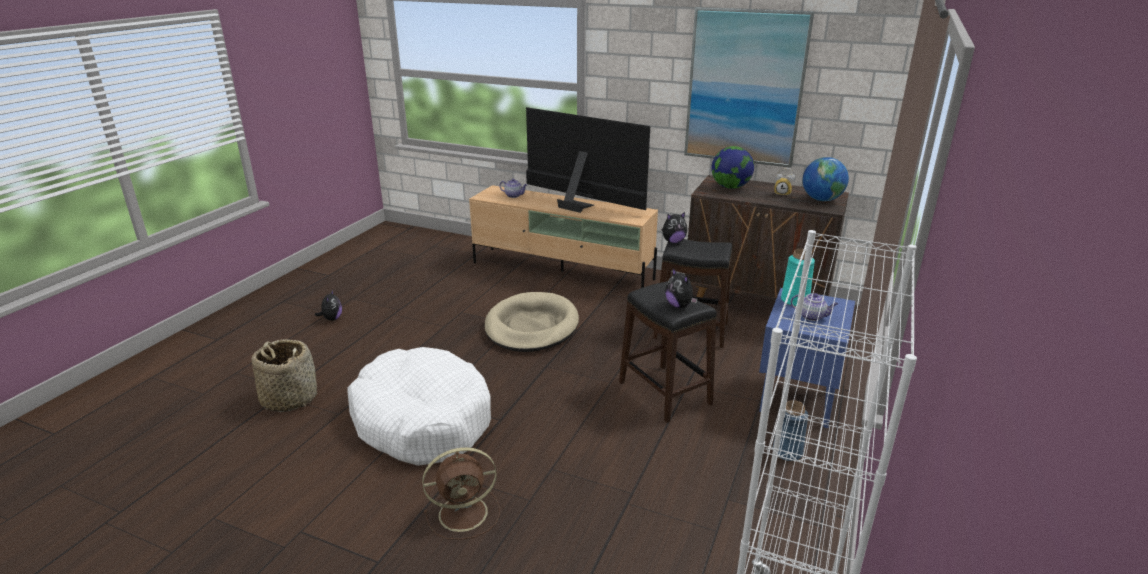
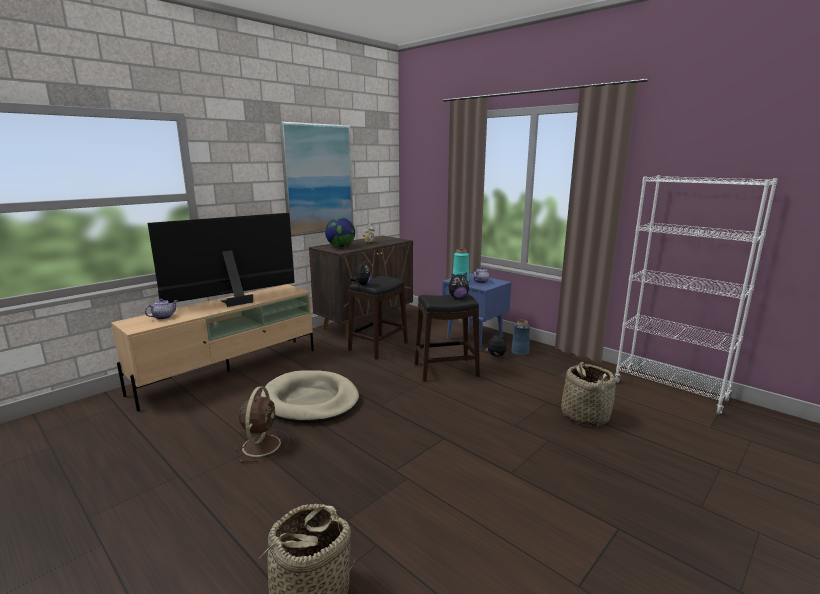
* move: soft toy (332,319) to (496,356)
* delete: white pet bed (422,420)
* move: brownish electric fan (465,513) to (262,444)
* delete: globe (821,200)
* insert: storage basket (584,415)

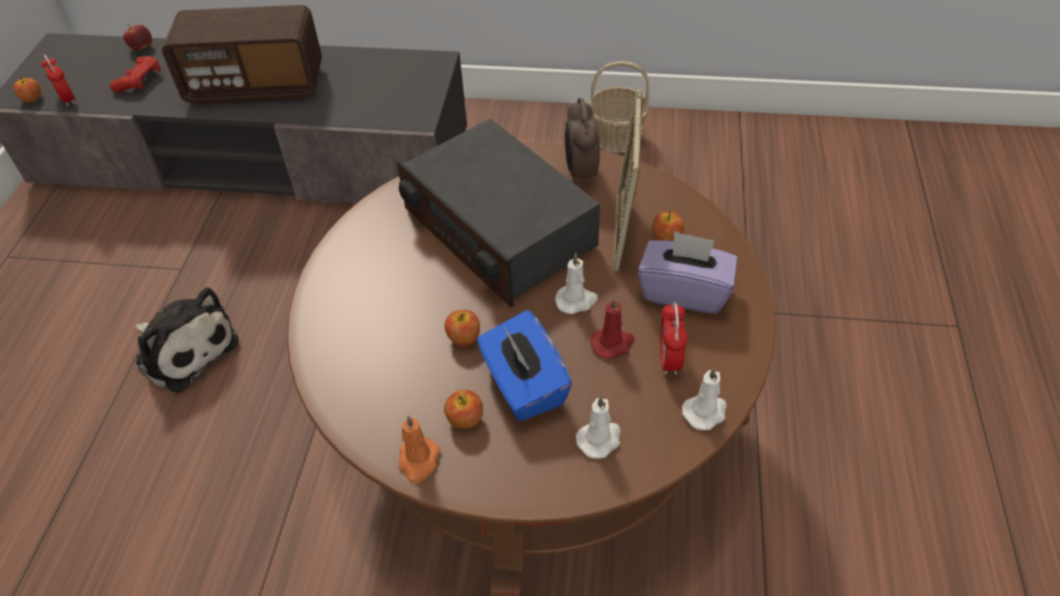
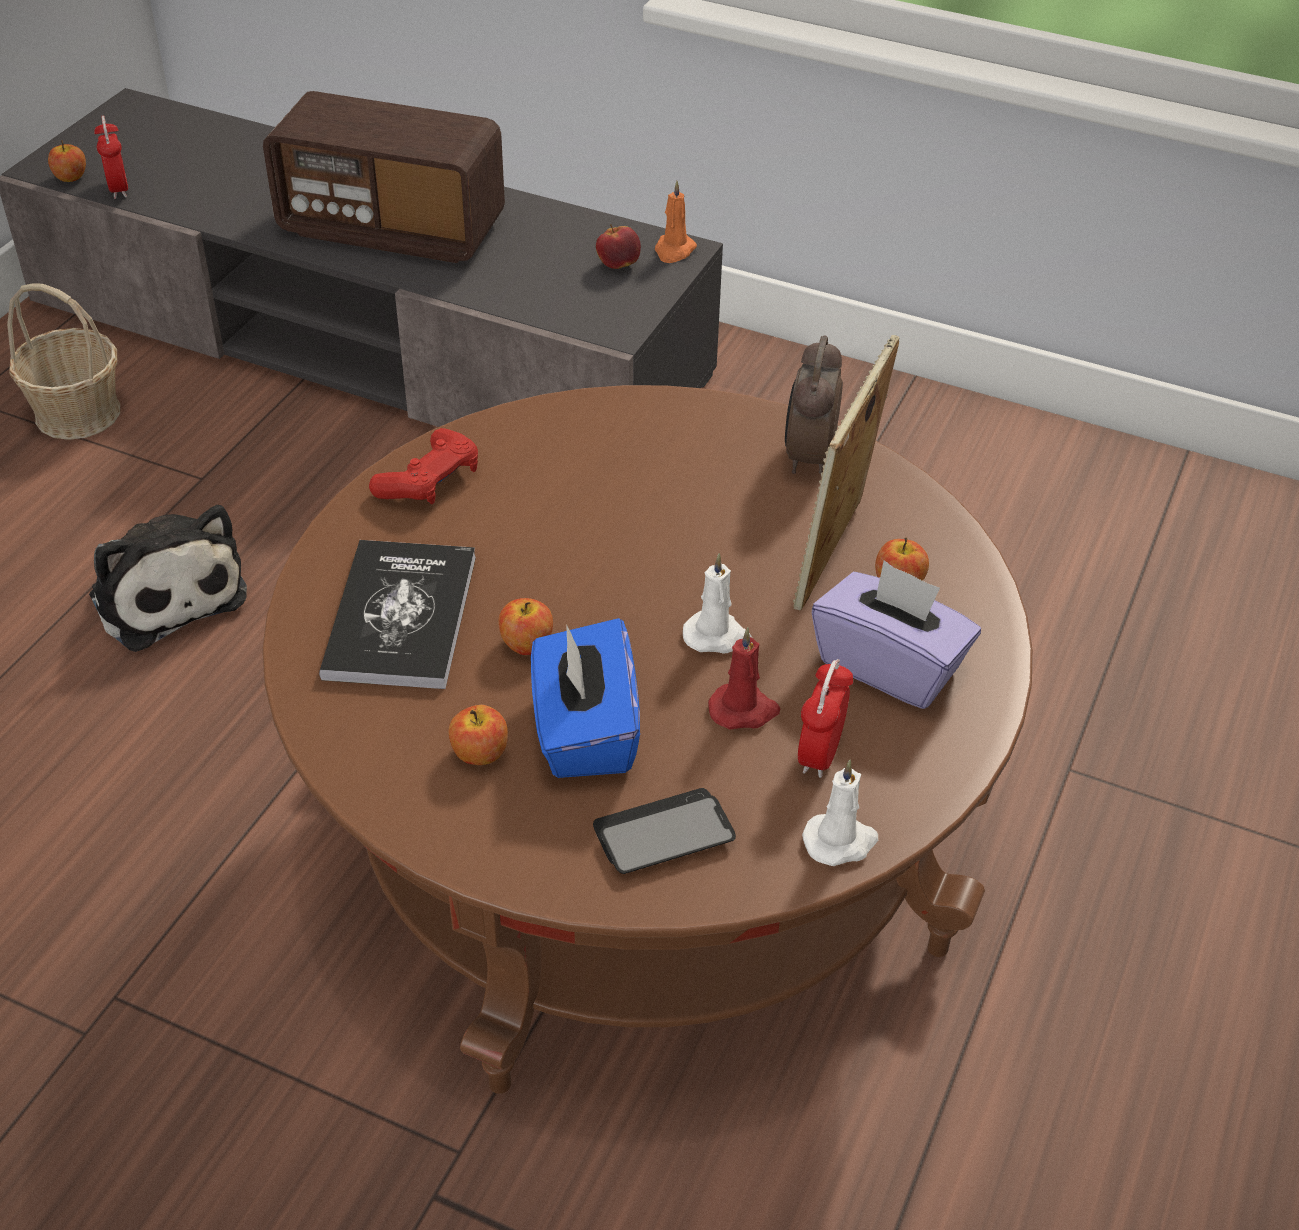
* move: red gamepad (140,81) to (429,481)
* move: apple fruit (142,48) to (618,265)
* delete: radio receiver (498,229)
* move: orangey wax candle (418,461) to (674,251)
* replace: white wax candle (600,439) to phone (663,833)
* move: storage basket (616,136) to (77,413)
* insert: volume (400,616)

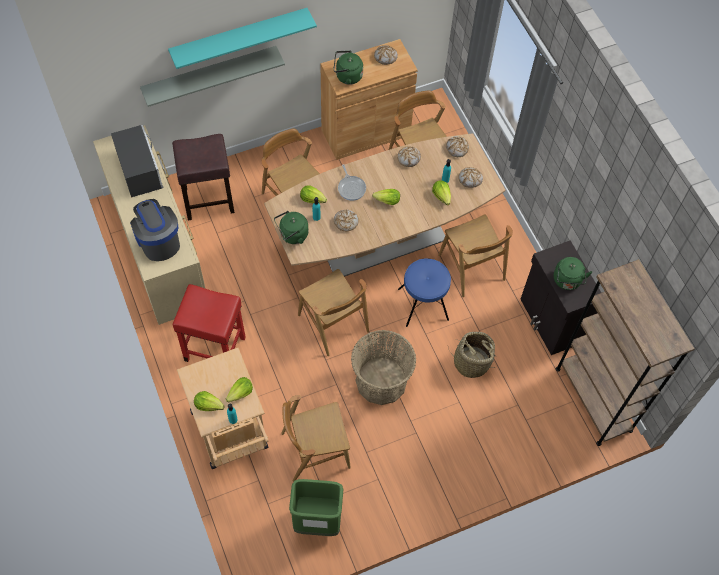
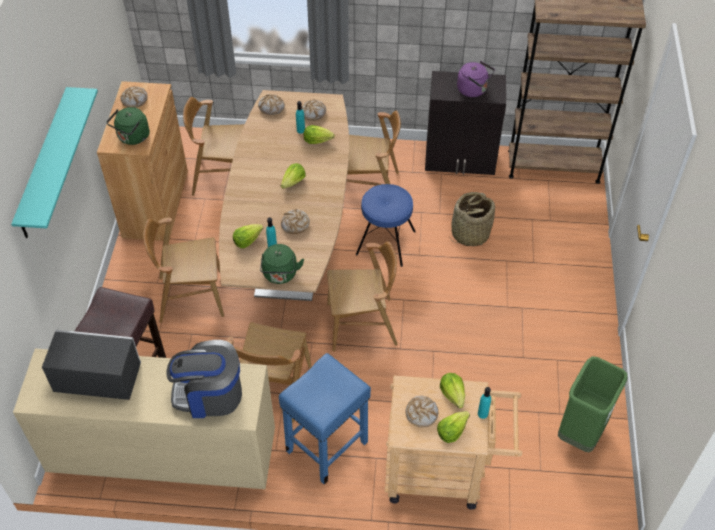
* delete: gray bracket shelf (210,74)
* recolor: red stool (216,349) to blue stool (327,445)
* move: brownish chair (315,450) to (272,388)
* delete: frying pan (351,188)
* delete: storage basket (381,380)
* move: baked bread (408,158) to (421,413)
* recolor: green-coloured kettle (567,281) to purplish kettle (473,90)

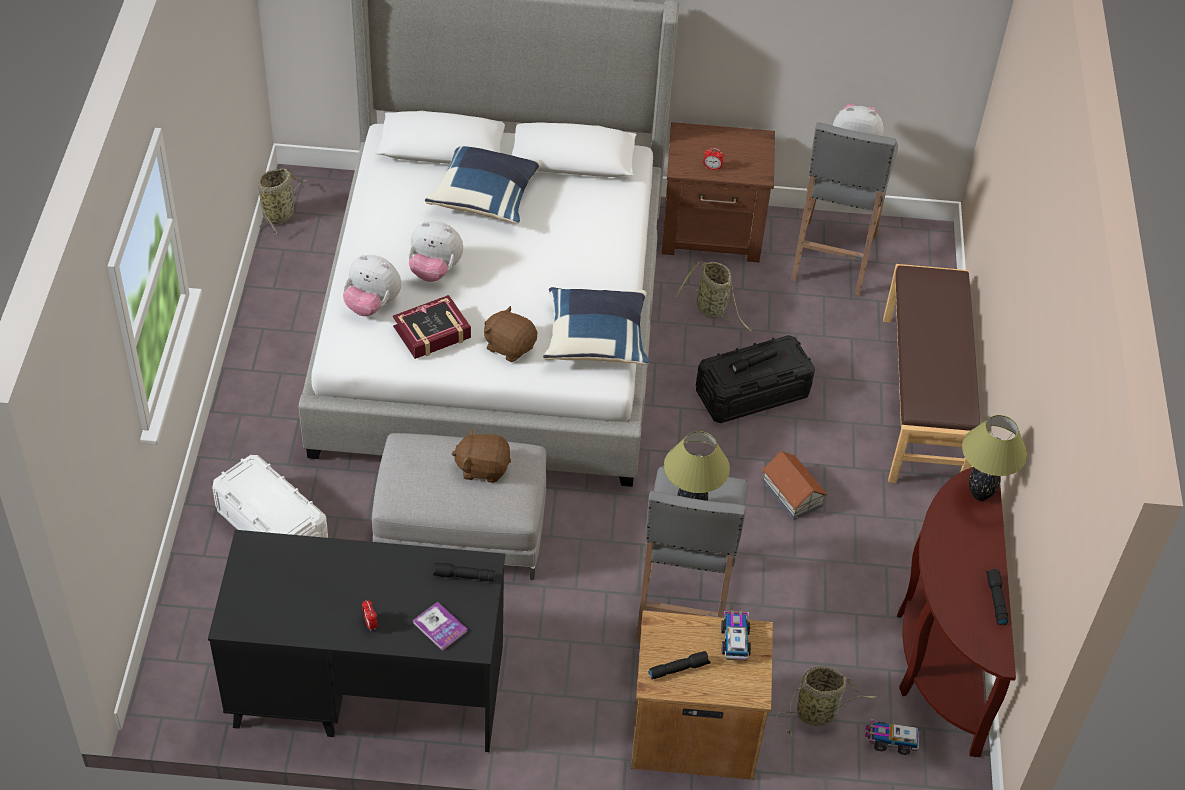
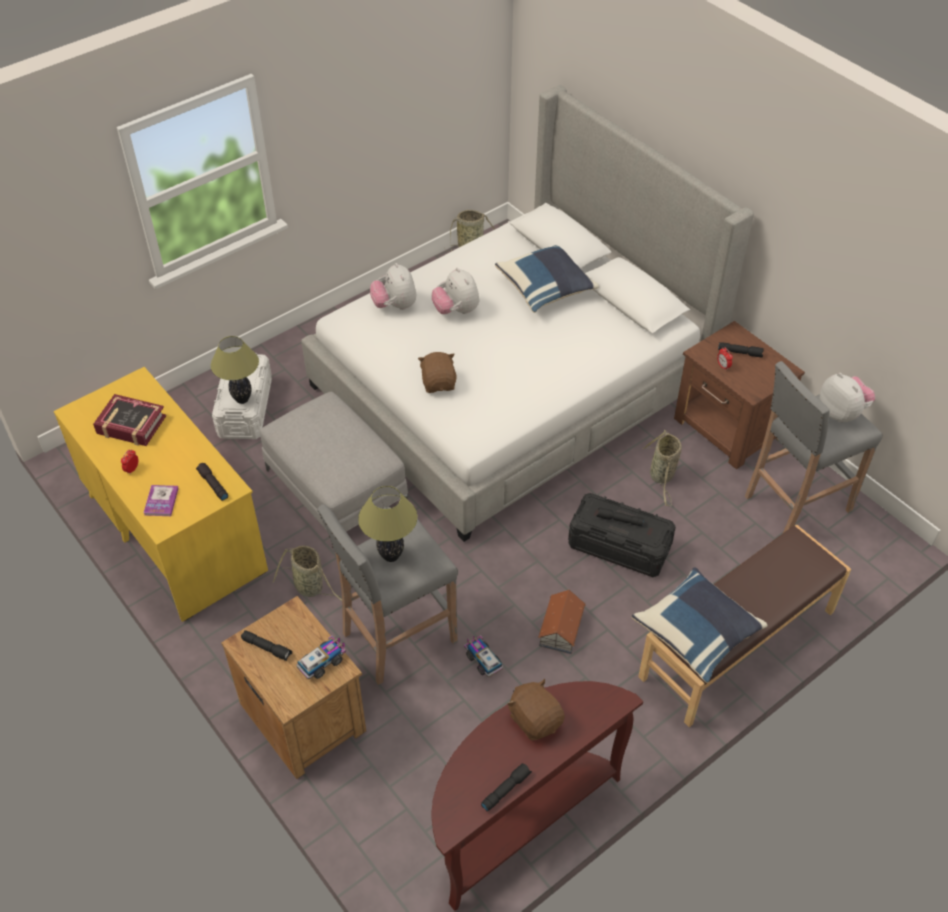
* recolor: black desk (366,688) to yellow-coloured desk (173,531)
* move: volume (432,333) to (131,425)
* move: brownish soft toy (482,467) to (535,719)
* move: blue pillow (596,339) to (697,633)
* move: storage basket (819,713) to (311,587)
* move: toy truck (890,741) to (482,660)
* move: lamp for a table (980,495) to (242,399)
* insert: black flashlight (740,352)

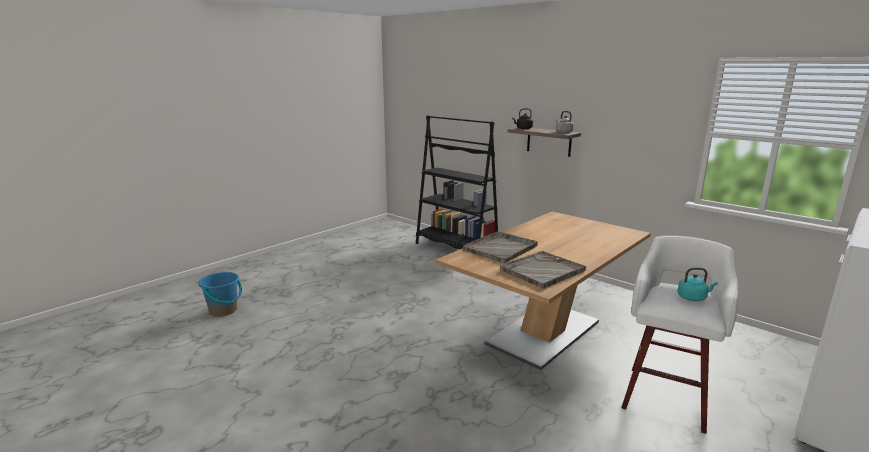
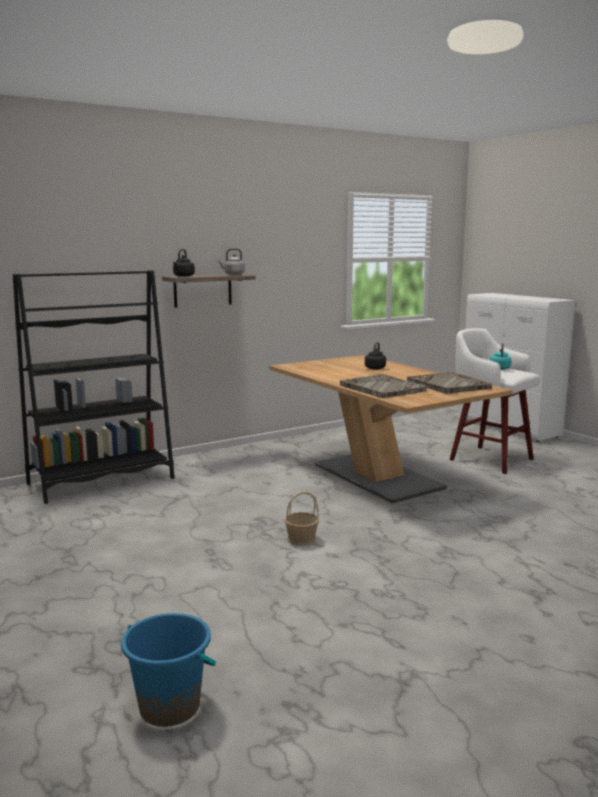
* insert: storage basket (301,540)
* insert: black kettle (375,368)

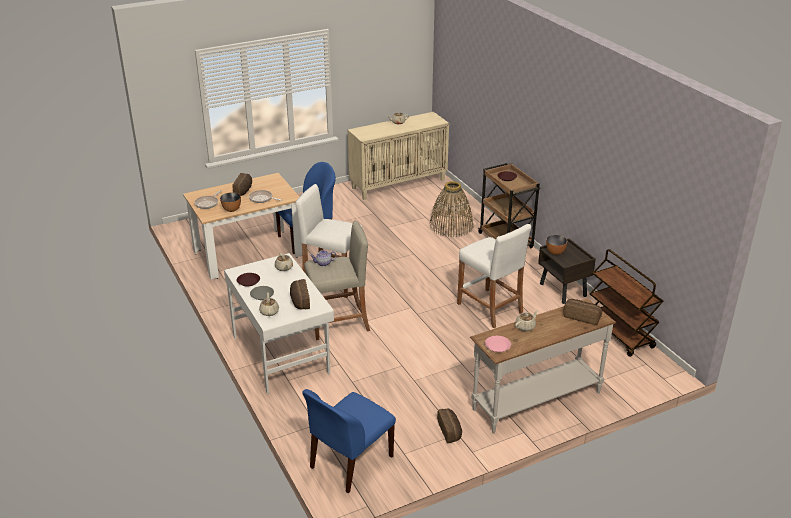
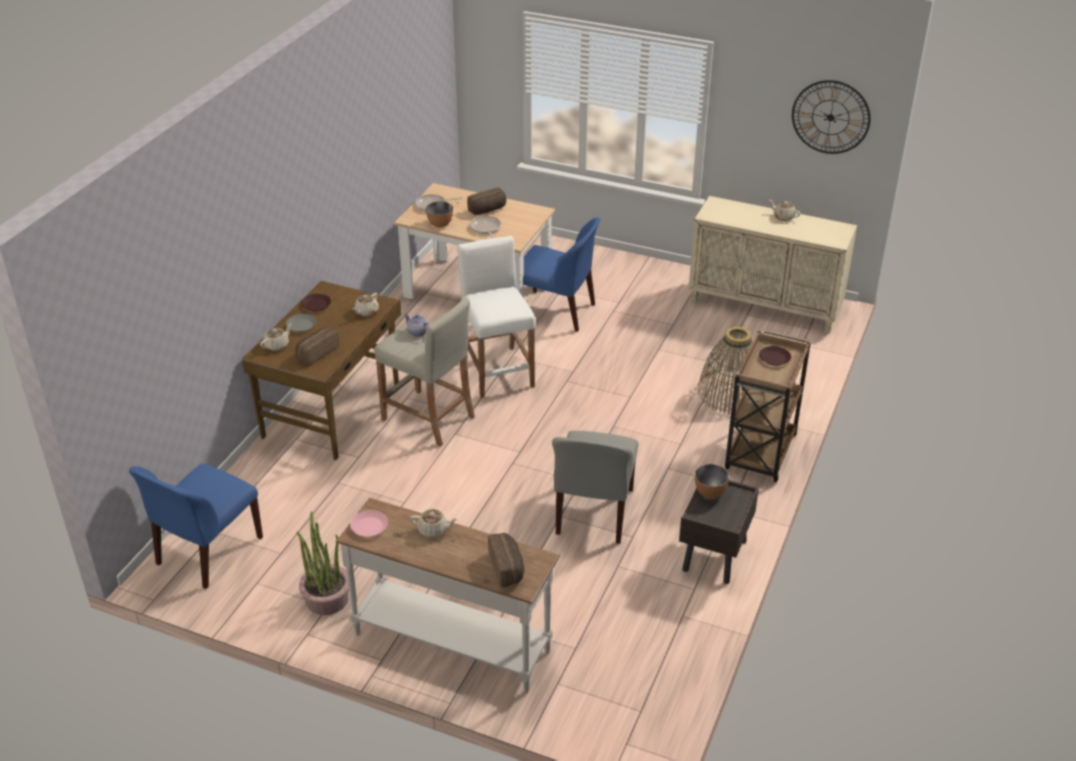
* recolor: white desk (281,353) to brownish desk (333,410)
* rotate: blue chair (350,463) = (207,552) 60 degrees counterclockwise
* replace: baked bread (450,431) to houseplant (327,598)
* replace: white stool (490,308) to gray chair (593,513)
* delete: brownish cart (619,333)
* insert: wall clock (830,117)

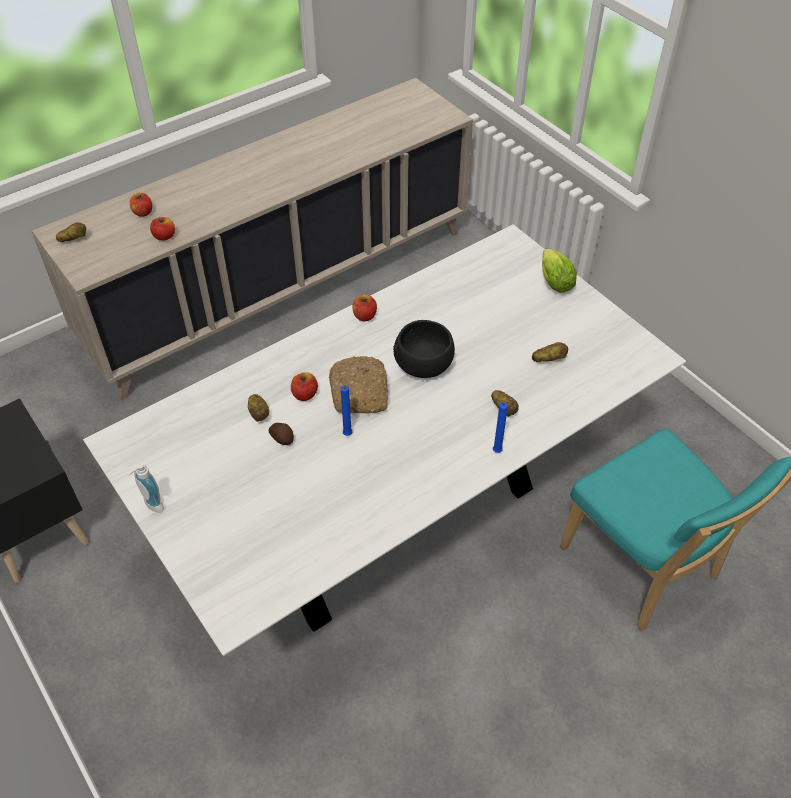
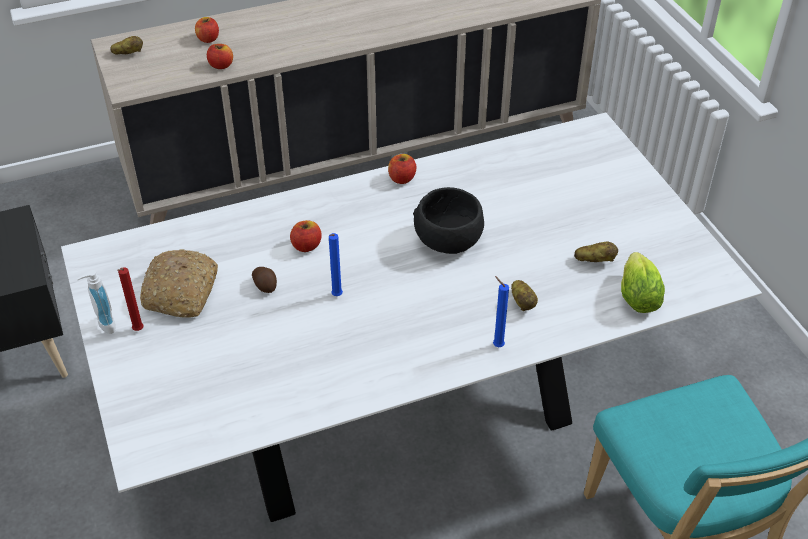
* delete: potato (259,413)
* move: baked bread (360,392) to (181,292)
* move: lettuce (554,280) to (637,294)
* insert: red wax candle (137,331)

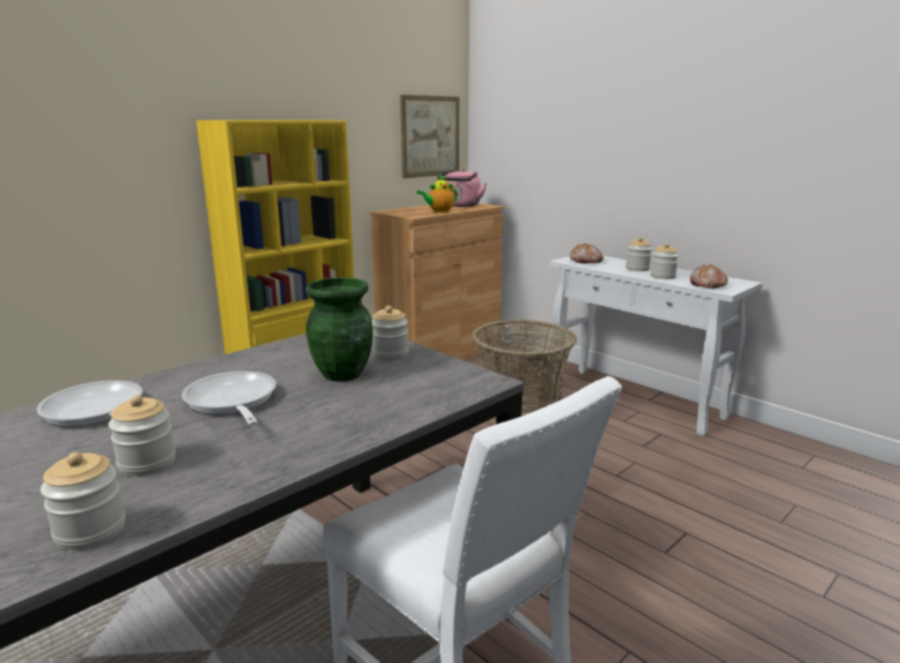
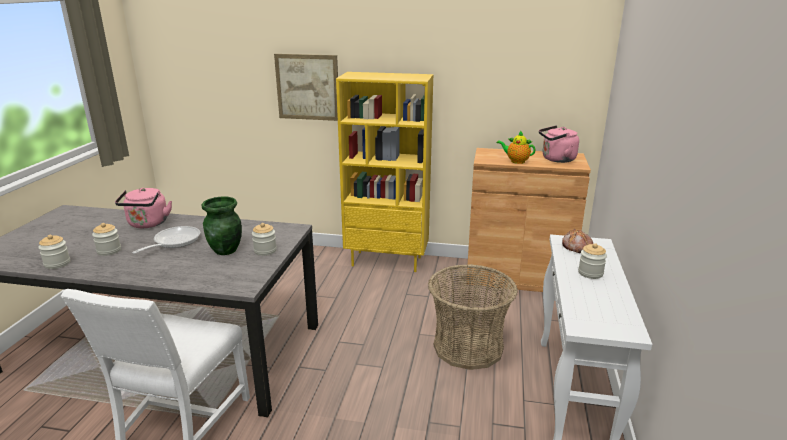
* replace: frying pan (97,413) to pink-coloured kettle (147,224)
* move: wall picture (430,136) to (307,87)
* delete: preserve jar (663,276)
* delete: baked bread (707,285)

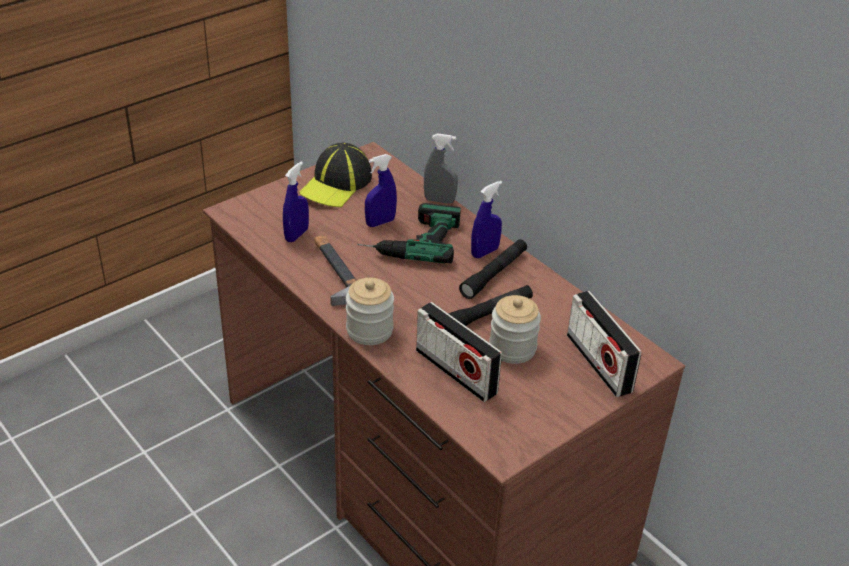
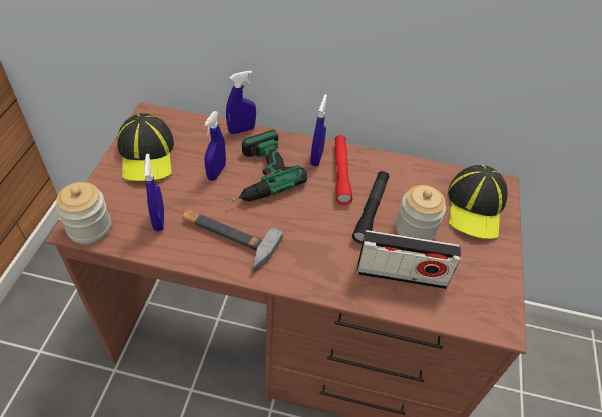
* move: preserve jar (369,330) to (89,228)
* recolor: gray spray bottle (439,200) to blue spray bottle (241,130)
* recolor: black flashlight (494,274) to red flashlight (341,173)
* replace: radio receiver (598,363) to baseball cap (475,207)

